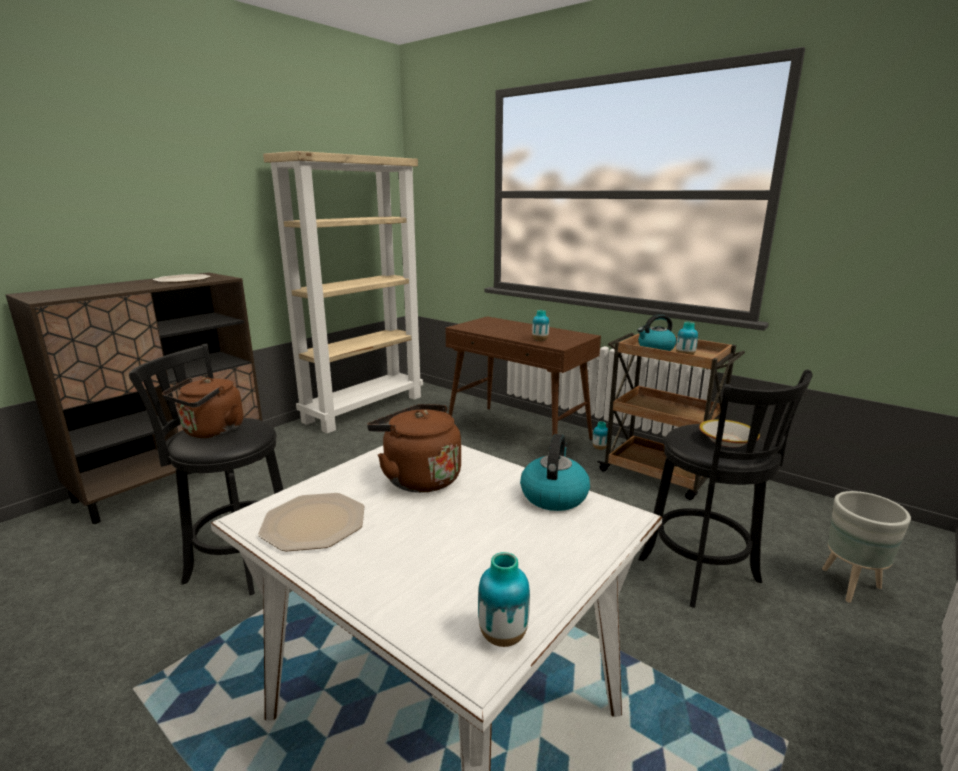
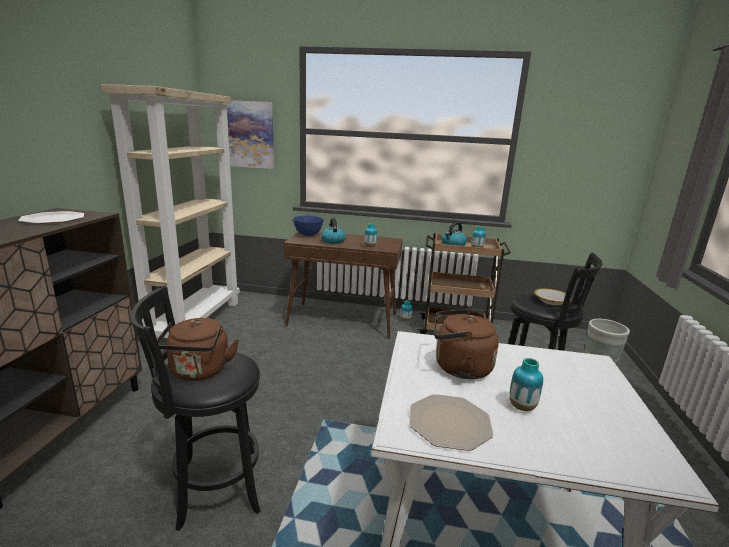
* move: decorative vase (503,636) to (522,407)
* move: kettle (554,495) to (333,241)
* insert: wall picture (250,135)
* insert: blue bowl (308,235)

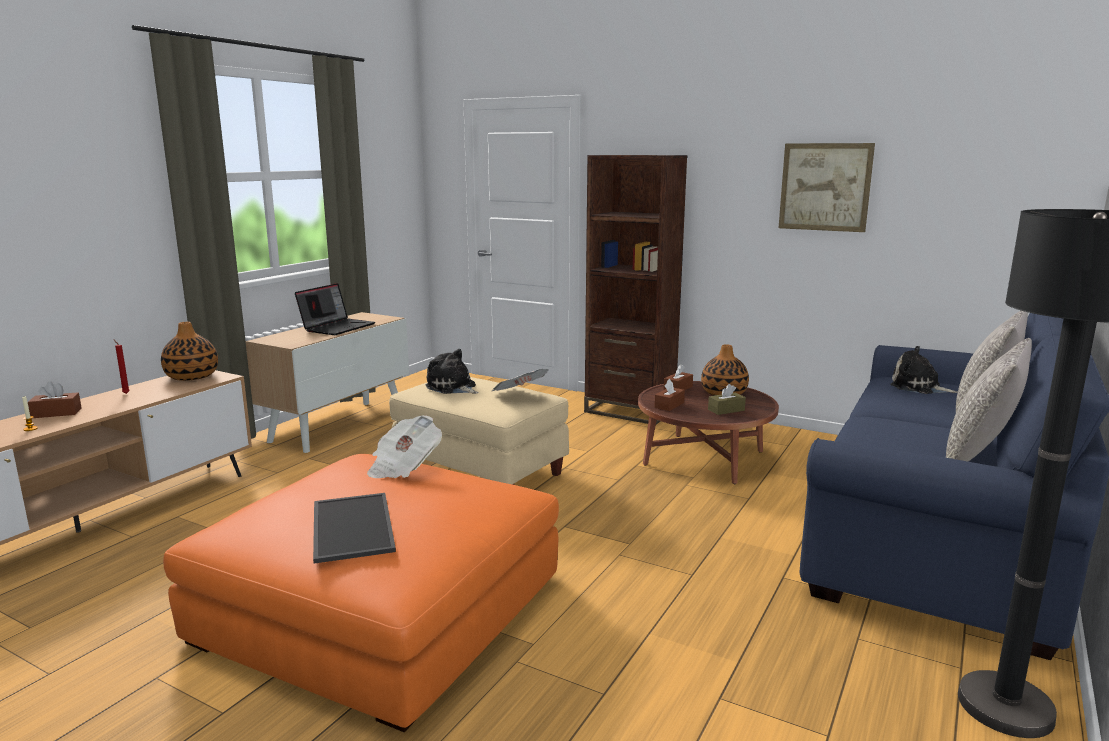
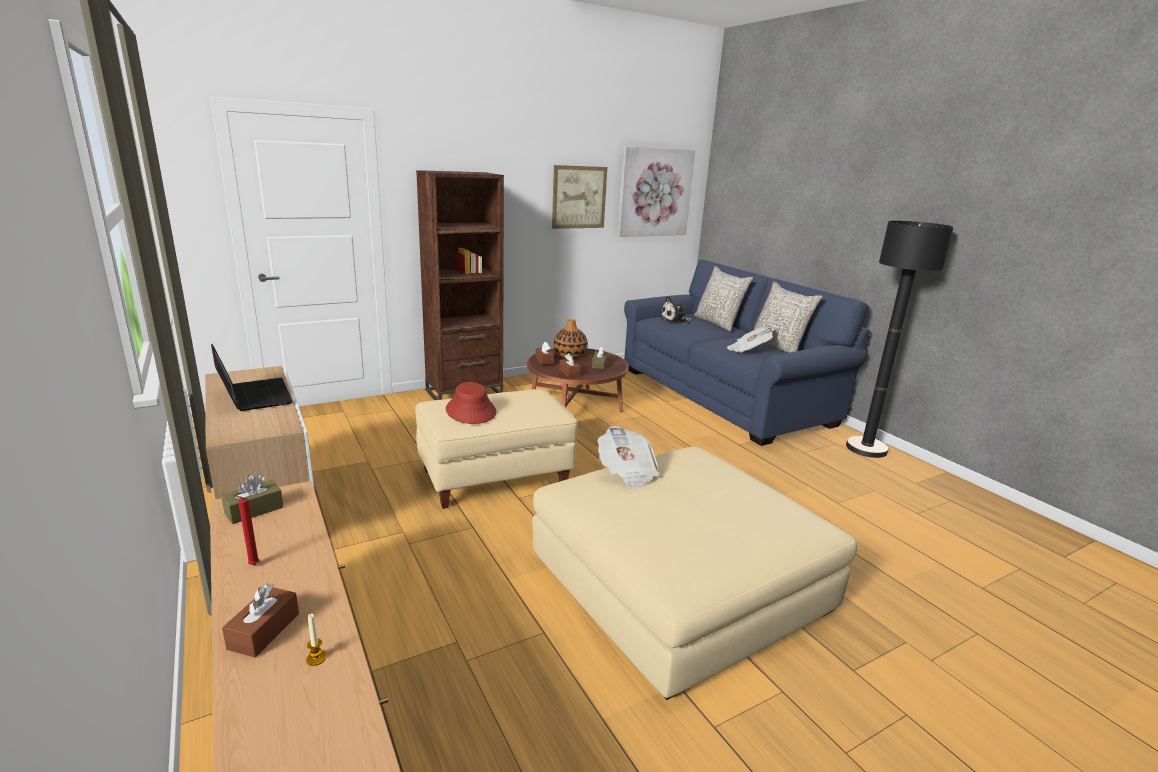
* replace: decorative vase (192,376) to brownish tissue box (254,510)
* recolor: orangey pouffe (381,608) to beige pouffe (679,581)
* delete: tray (350,526)
* replace: soft toy (452,387) to red hat (471,411)
* move: newspaper (519,395) to (748,350)
* insert: wall picture (655,192)

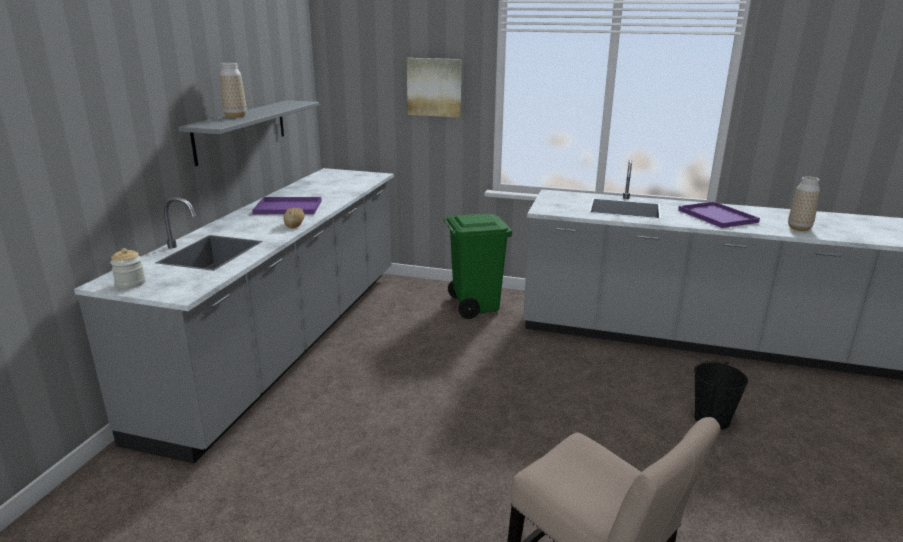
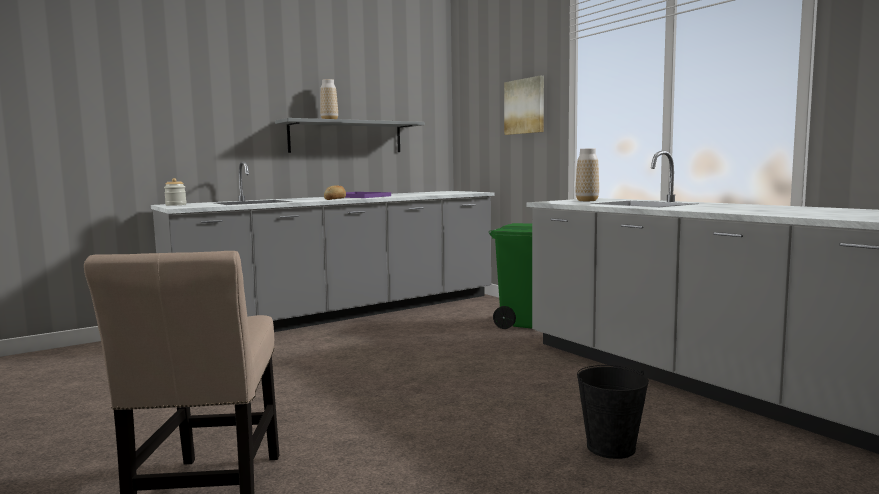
* delete: purplish tray (719,216)
* move: decorative vase (799,228) to (587,200)

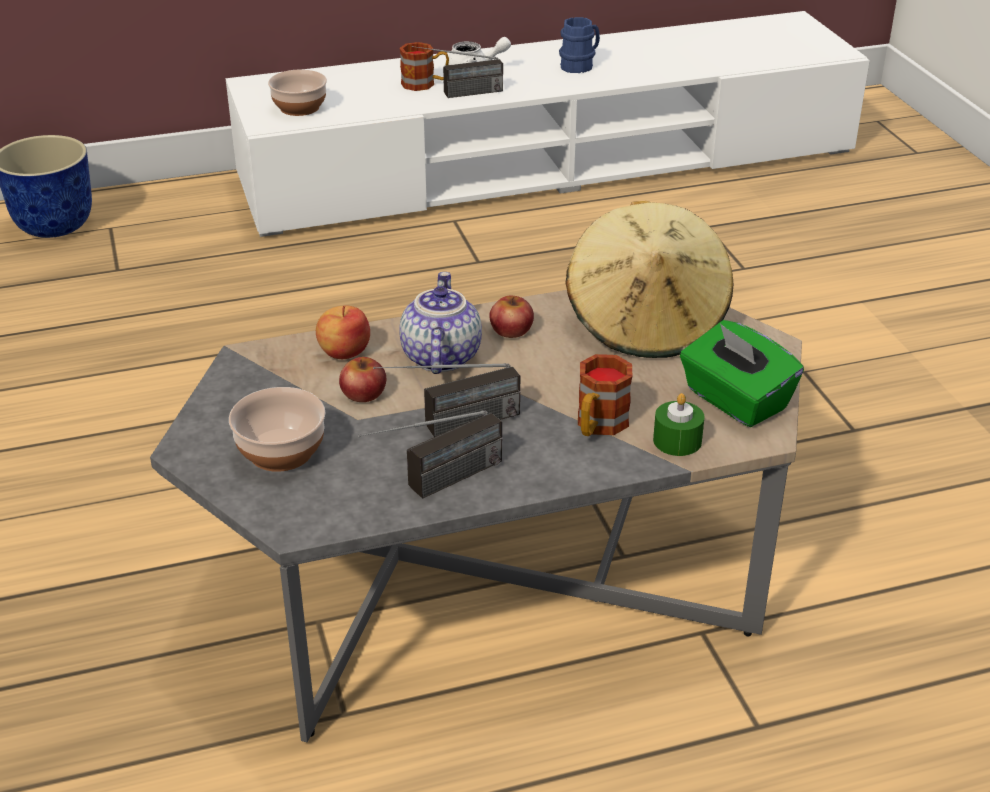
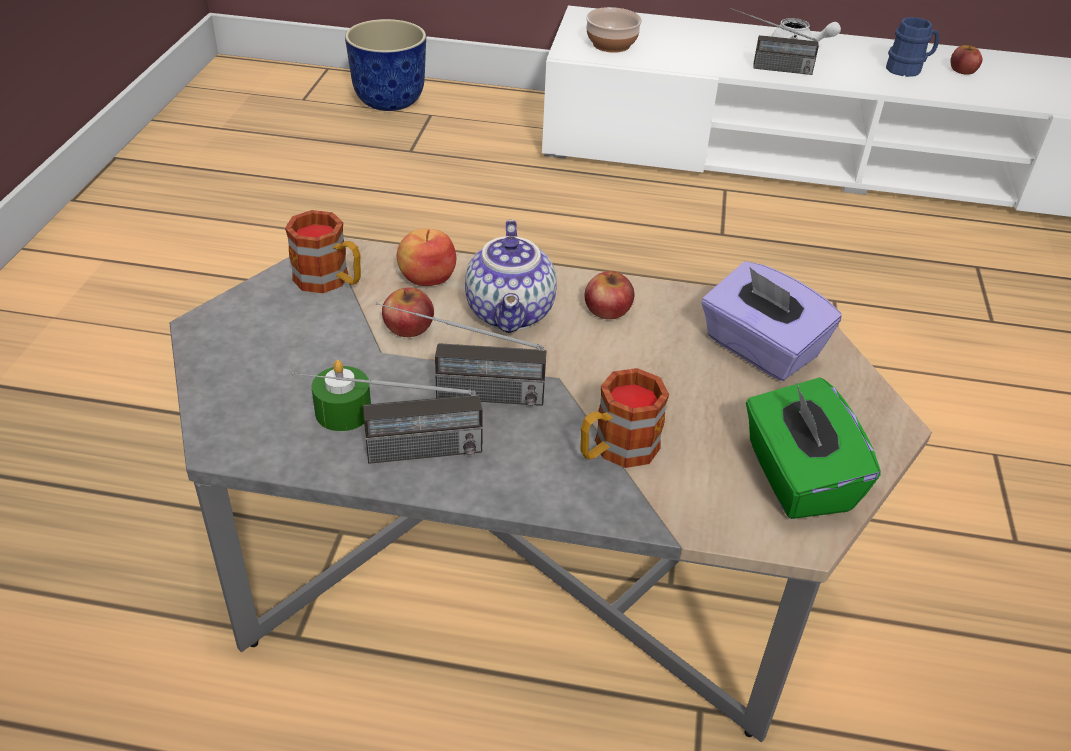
* delete: bowl (282,451)
* rotate: pot for tea (439,357) = (512,313) 150 degrees clockwise
* move: mug (425,84) to (330,281)
* replace: beige hat (647,323) to purplish tissue box (759,349)
* move: green-coloured wax candle (677,441) to (343,411)
* insert: apple fruit (962,70)

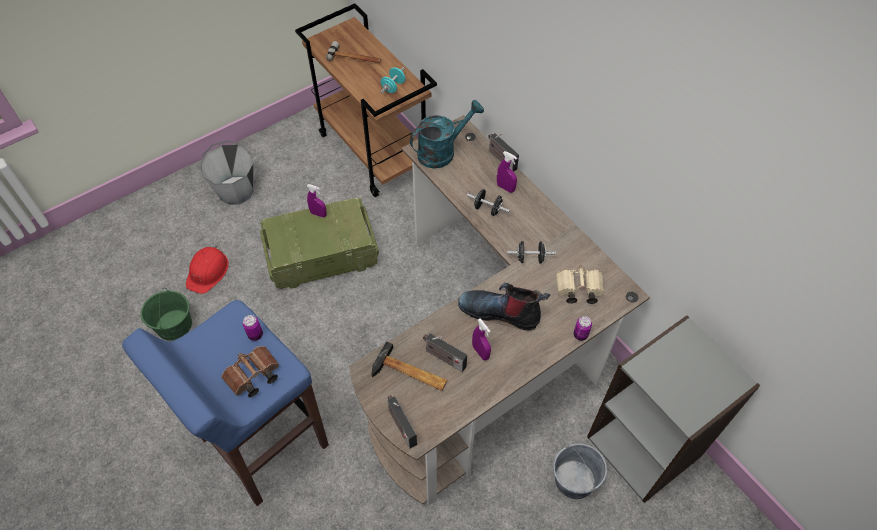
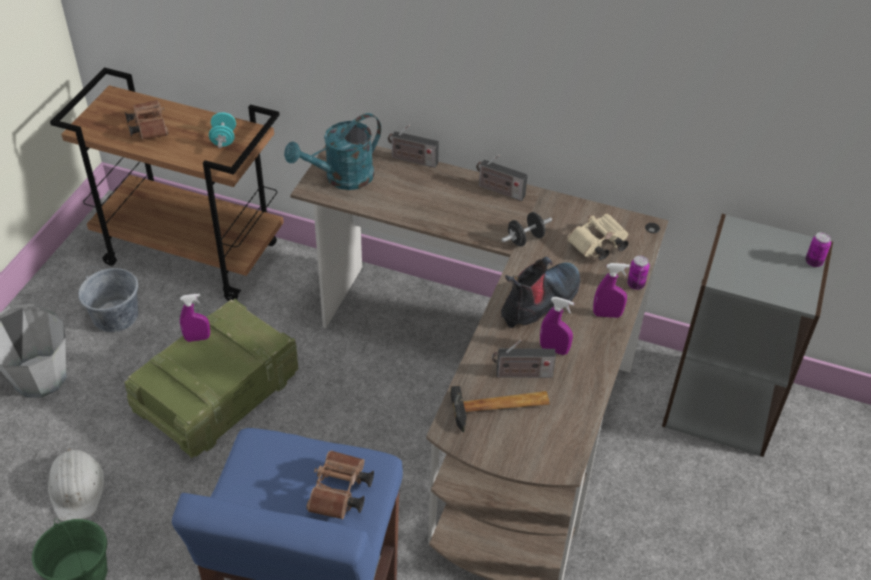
* recolor: red work helmet (208,271) to white work helmet (77,487)
* move: can (255,335) to (813,262)
* replace: hammer (355,58) to brownish field glasses (149,127)
* move: radio receiver (401,425) to (499,190)
* rotate: turquoise watering can (442,151) = (341,178) 150 degrees counterclockwise
* rotate: tall boot (500,312) = (540,302) 150 degrees clockwise
* delete: black dumbbell (487,209)
* move: purplish spray bottle (505,188) to (607,314)
* move: gray bucket (574,480) to (116,316)

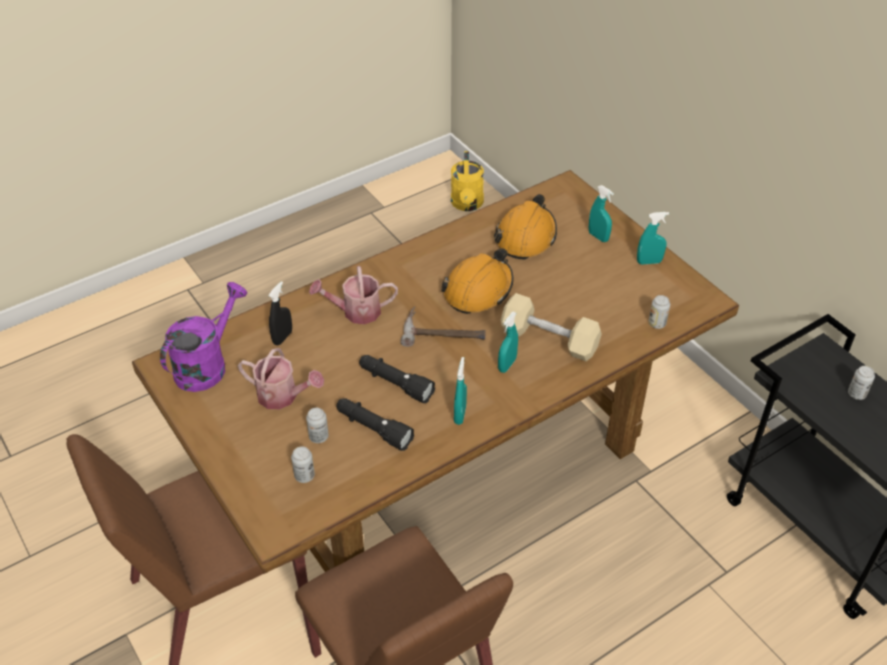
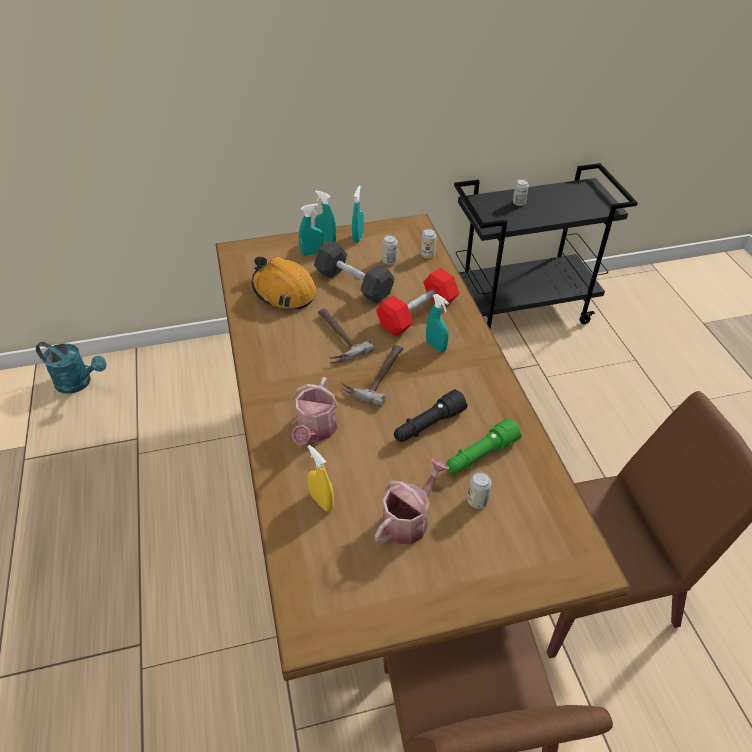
* delete: purplish watering can (207,365)
* recolor: black spray bottle (282,337) to yellow-coloured spray bottle (321,501)
* move: can (304,476) to (389,261)
* recolor: black flashlight (373,429) to green-coloured flashlight (480,455)
* replace: orangey work helmet (478,290) to hammer (334,338)
* recolor: yellow-coloured watering can (467,205) to turquoise watering can (79,383)
* move: turquoise spray bottle (460,415) to (326,240)
* recolor: beige dumbbell (549,339) to red dumbbell (417,314)
* insert: black dumbbell (354,284)

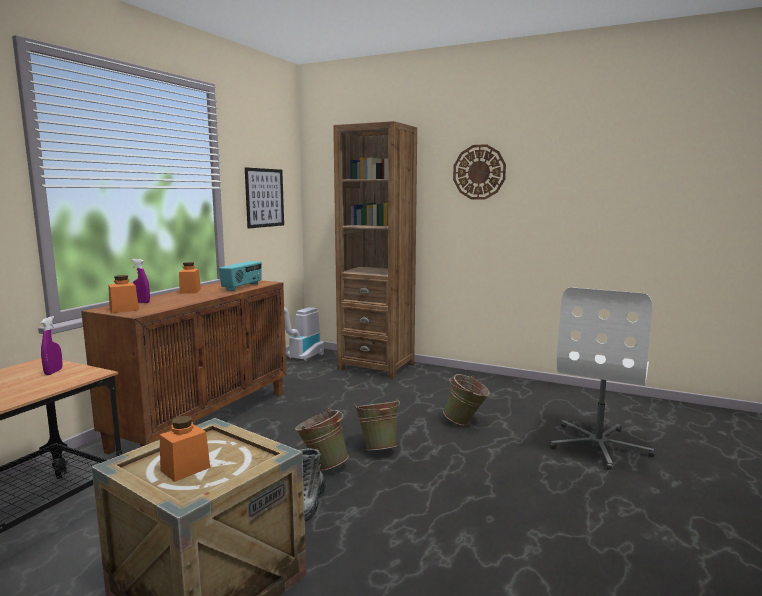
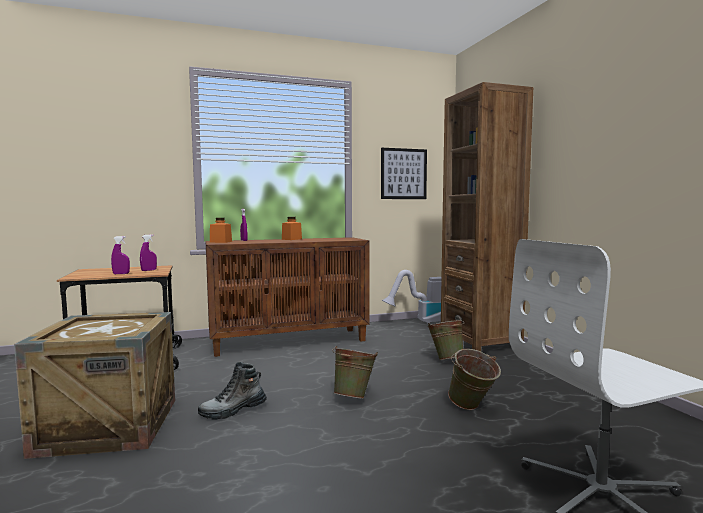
* delete: orangey preserve jar (185,469)
* delete: radio receiver (242,287)
* move: green-coloured bucket (322,465) to (446,359)
* delete: wall clock (479,172)
* insert: purplish spray bottle (121,274)

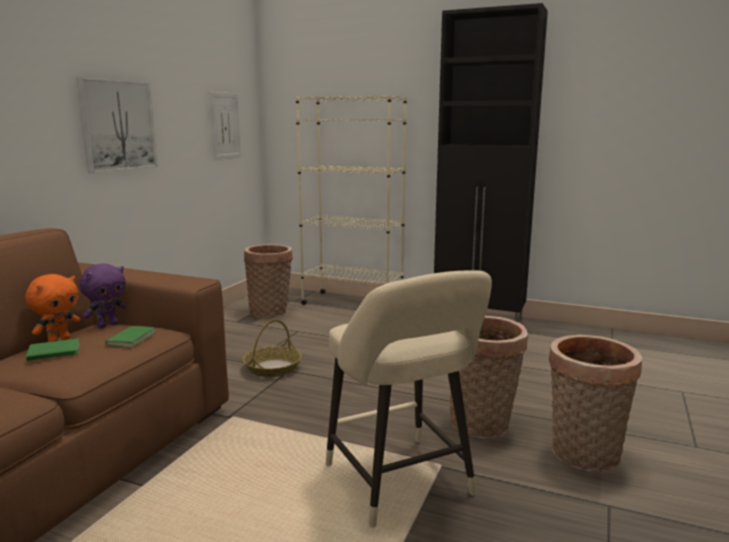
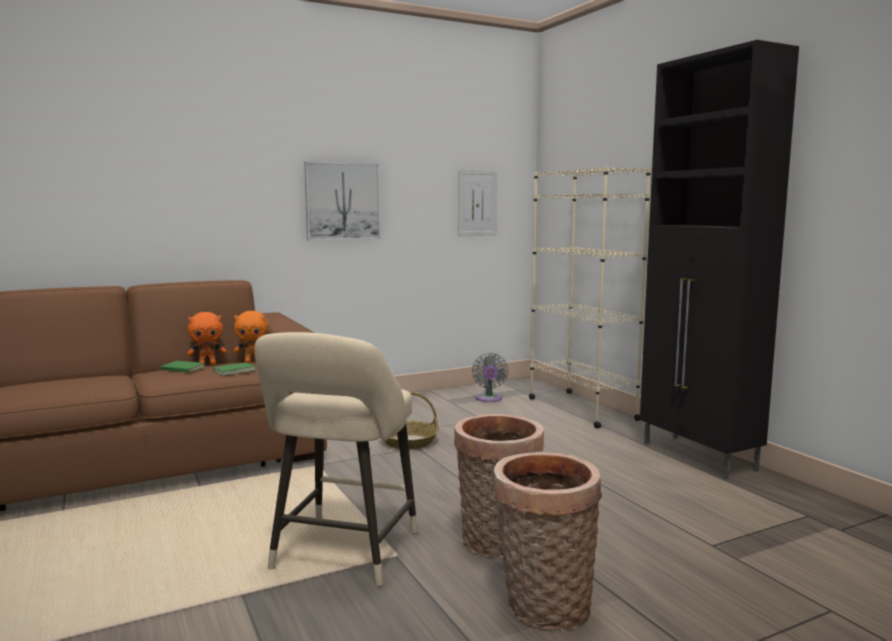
* recolor: purplish soft toy (108,325) to orangey soft toy (253,362)
* replace: storage basket (271,312) to gray electric fan (489,399)

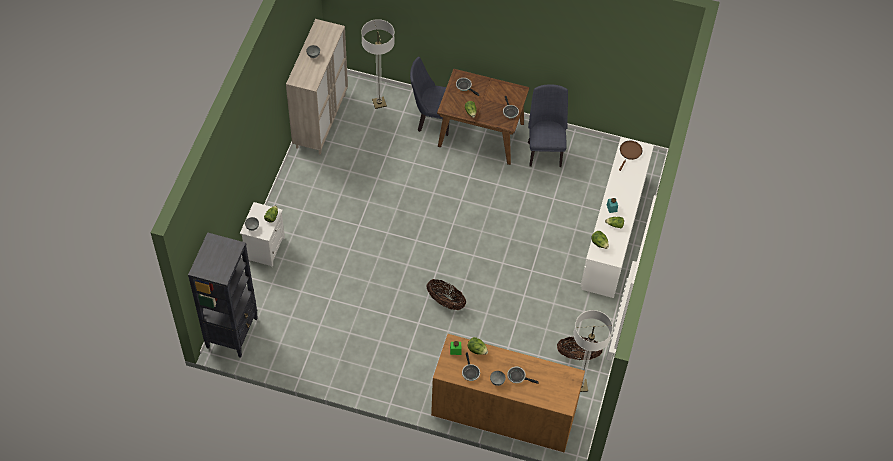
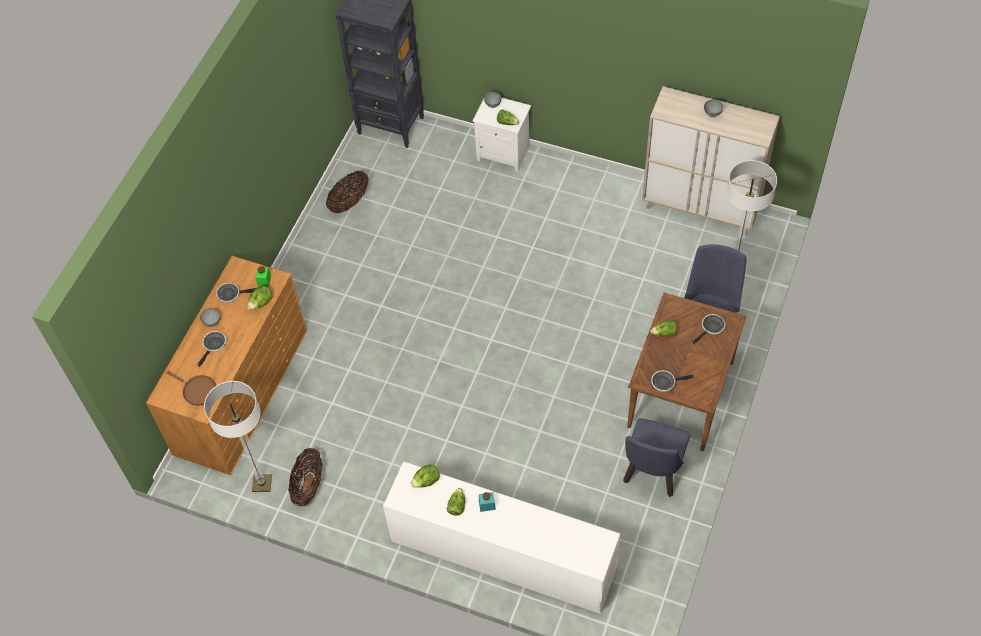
* move: storage basket (445,301) to (349,202)
* rotate: blue chair (544,151) = (652,475) 105 degrees clockwise
* move: brownish frying pan (629,152) to (197,390)

